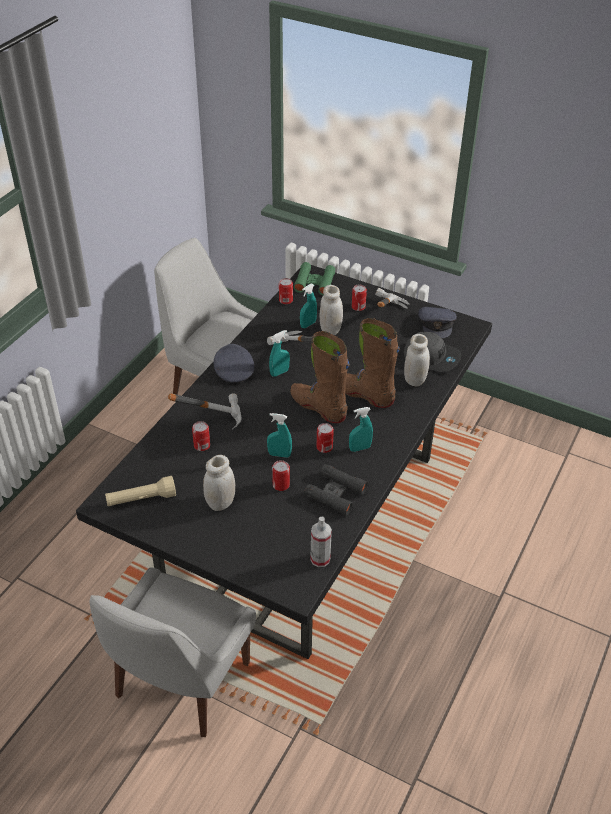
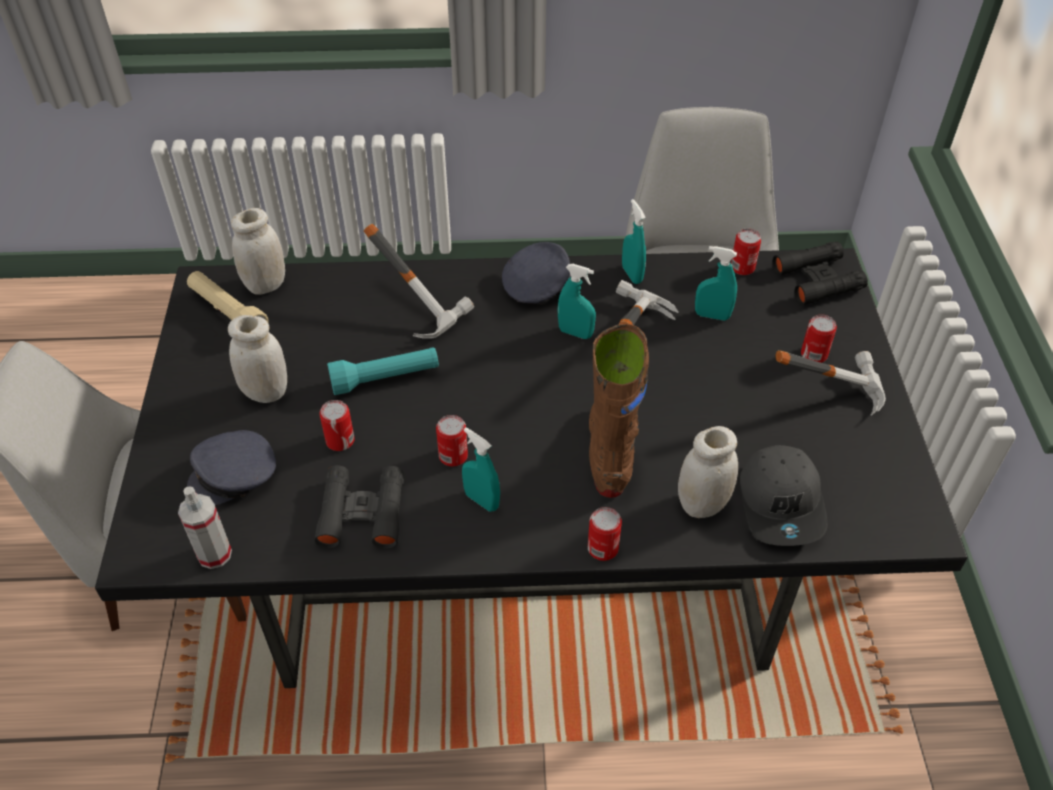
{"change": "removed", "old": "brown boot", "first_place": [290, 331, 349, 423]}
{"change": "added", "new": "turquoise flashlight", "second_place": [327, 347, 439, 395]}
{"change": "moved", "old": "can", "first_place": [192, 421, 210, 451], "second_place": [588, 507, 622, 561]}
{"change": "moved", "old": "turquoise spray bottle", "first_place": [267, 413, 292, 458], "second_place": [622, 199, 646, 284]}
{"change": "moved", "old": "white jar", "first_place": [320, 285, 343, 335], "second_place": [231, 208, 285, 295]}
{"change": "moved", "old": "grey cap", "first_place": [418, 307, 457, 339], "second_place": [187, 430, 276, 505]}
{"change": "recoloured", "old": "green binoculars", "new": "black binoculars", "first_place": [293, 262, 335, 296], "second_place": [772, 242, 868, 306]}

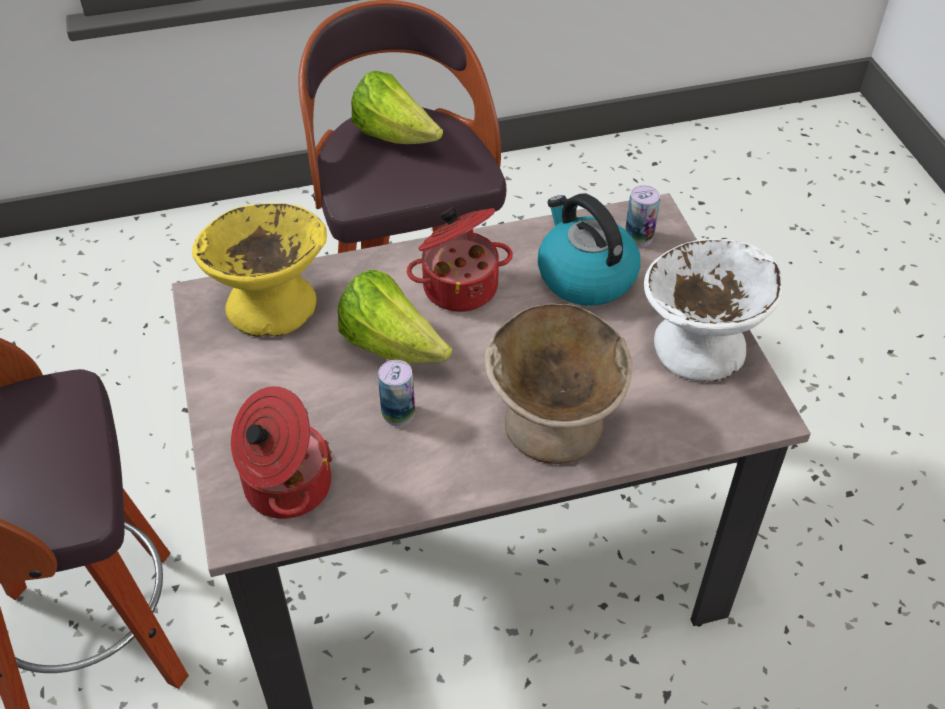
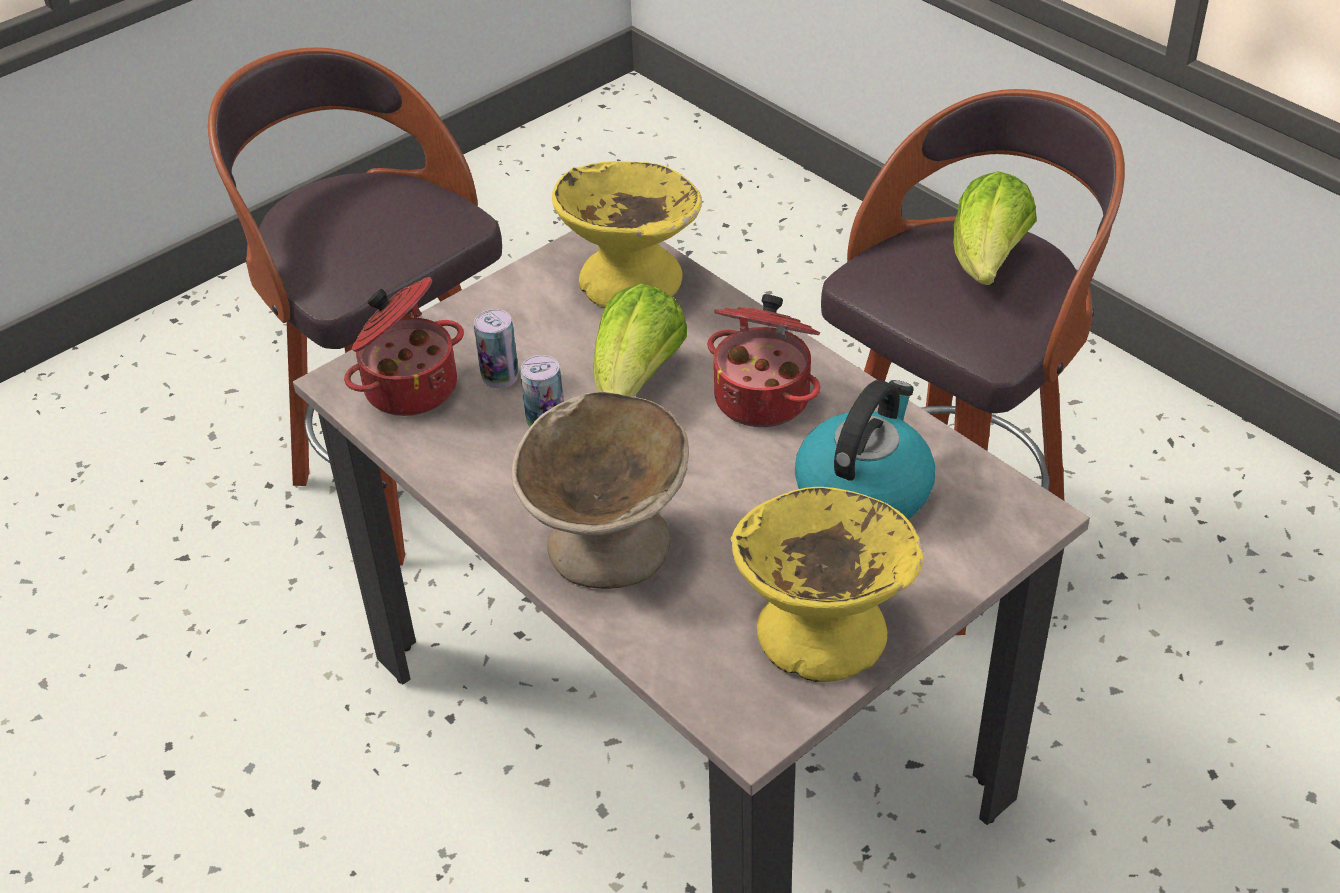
{"change": "moved", "old": "can", "first_place": [625, 185, 660, 247], "second_place": [474, 309, 518, 389]}
{"change": "recoloured", "old": "white bowl", "new": "yellow bowl", "first_place": [644, 239, 782, 382], "second_place": [731, 487, 924, 682]}

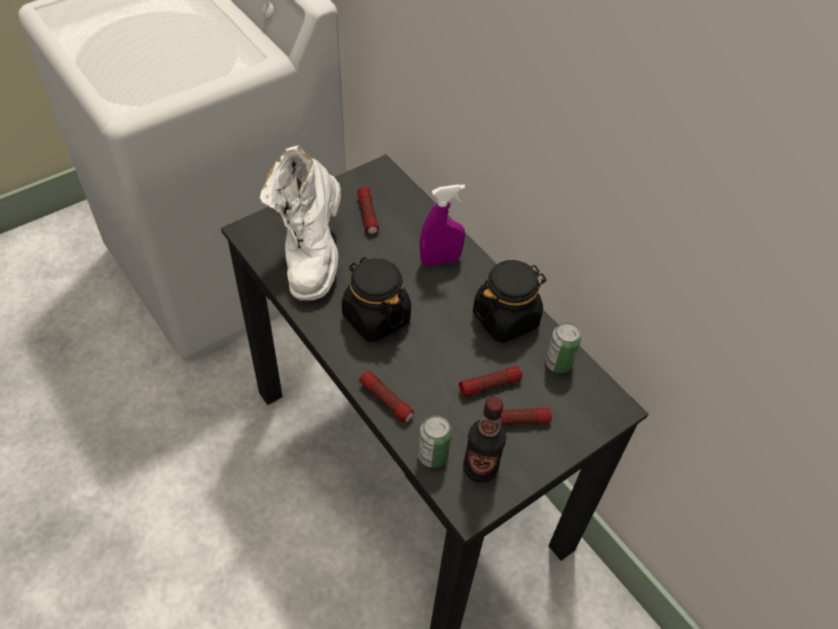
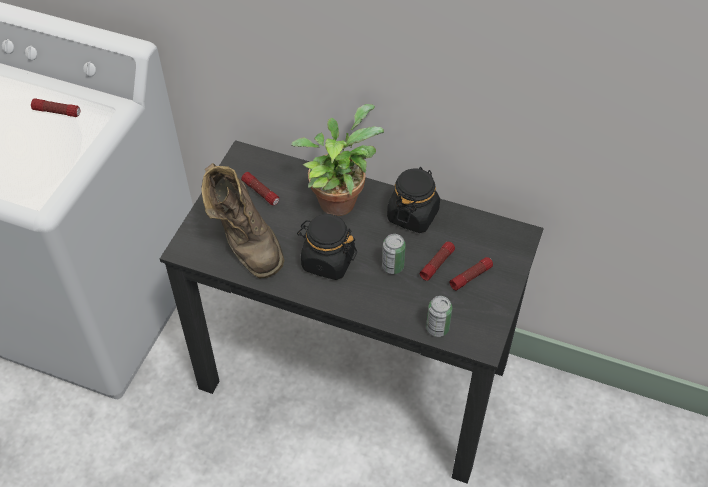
{"change": "removed", "old": "bottle", "first_place": [463, 397, 506, 483]}
{"change": "moved", "old": "flashlight", "first_place": [359, 370, 414, 422], "second_place": [31, 98, 80, 117]}
{"change": "moved", "old": "can", "first_place": [545, 322, 581, 373], "second_place": [382, 234, 406, 274]}
{"change": "replaced", "old": "purple spray bottle", "new": "potted plant", "first_place": [420, 184, 465, 266], "second_place": [291, 104, 384, 216]}
{"change": "recoloured", "old": "white boot", "new": "brown boot", "first_place": [260, 145, 341, 301], "second_place": [201, 163, 284, 279]}

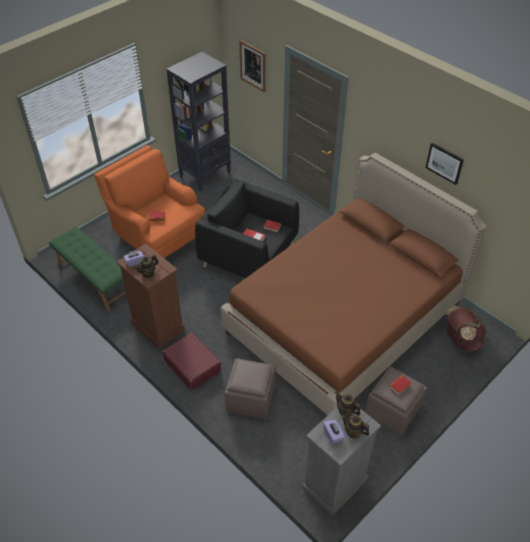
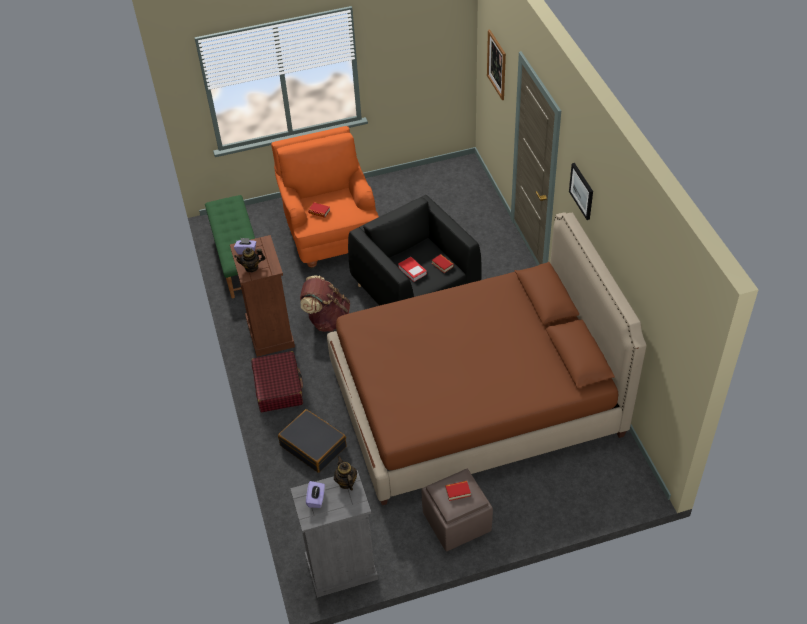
{"change": "removed", "old": "black bookcase", "first_place": [167, 52, 231, 191]}
{"change": "removed", "old": "teapot", "first_place": [341, 413, 370, 439]}
{"change": "moved", "old": "picture", "first_place": [426, 143, 464, 185], "second_place": [569, 163, 593, 220]}
{"change": "moved", "old": "brown backpack", "first_place": [443, 306, 487, 352], "second_place": [300, 276, 350, 332]}
{"change": "replaced", "old": "brown ottoman", "new": "black suitcase", "first_place": [225, 359, 276, 419], "second_place": [278, 409, 346, 473]}

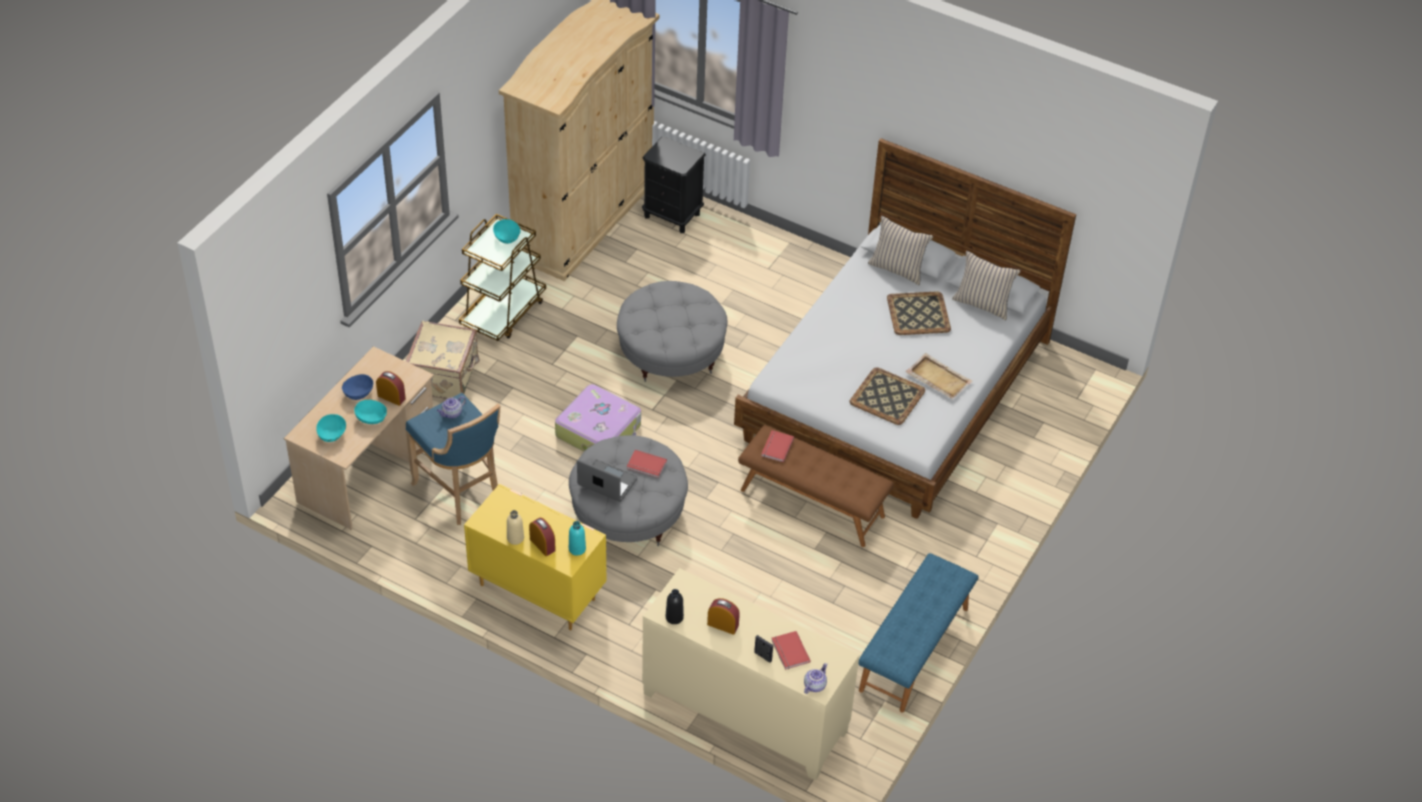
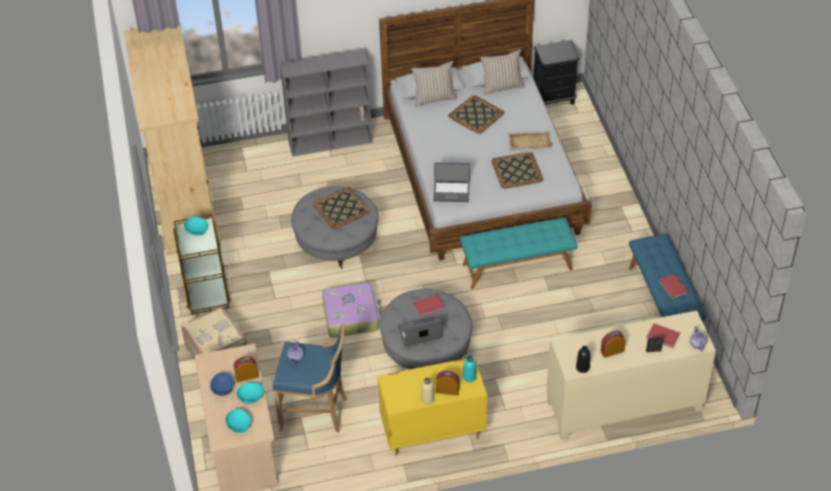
{"change": "added", "new": "grey bookcase", "second_place": [280, 50, 372, 157]}
{"change": "added", "new": "tray", "second_place": [313, 187, 370, 229]}
{"change": "added", "new": "laptop", "second_place": [433, 162, 470, 202]}
{"change": "moved", "old": "black nightstand", "first_place": [642, 136, 706, 233], "second_place": [533, 40, 580, 105]}
{"change": "moved", "old": "red book", "first_place": [761, 430, 794, 462], "second_place": [659, 274, 688, 299]}
{"change": "recoloured", "old": "brown bench", "new": "turquoise bench", "first_place": [738, 425, 894, 547], "second_place": [460, 217, 577, 289]}

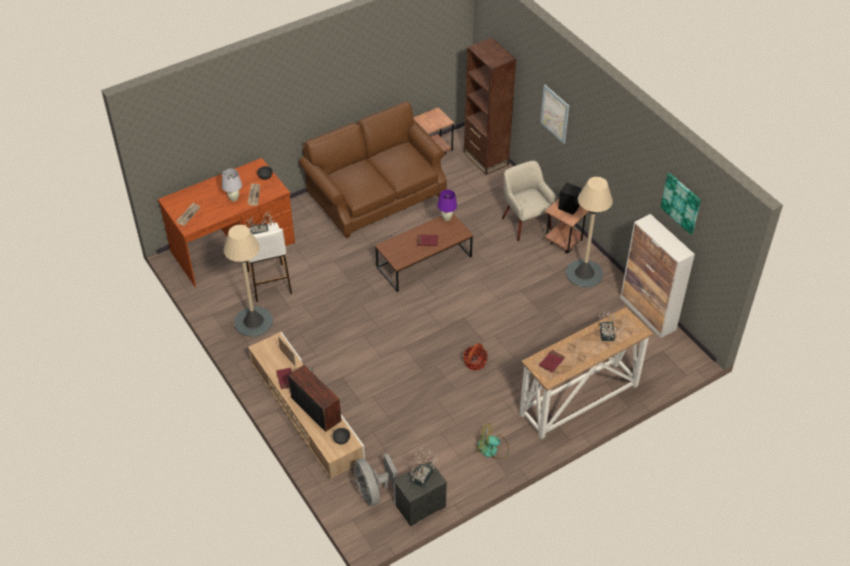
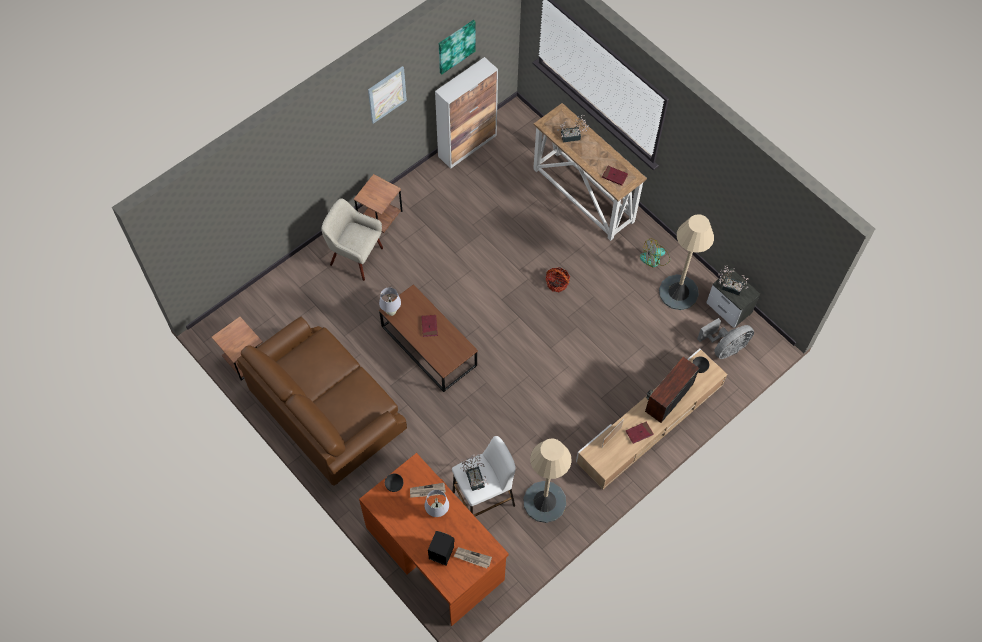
{"change": "removed", "old": "brown bookcase", "first_place": [464, 37, 516, 175]}
{"change": "moved", "old": "picture", "first_place": [540, 85, 569, 144], "second_place": [368, 66, 407, 124]}
{"change": "moved", "old": "black speaker", "first_place": [558, 183, 581, 215], "second_place": [428, 531, 454, 566]}
{"change": "moved", "old": "beige floor lamp", "first_place": [566, 177, 613, 288], "second_place": [659, 214, 714, 310]}
{"change": "recoloured", "old": "purple table lamp", "new": "white table lamp", "first_place": [437, 190, 457, 221], "second_place": [379, 287, 401, 316]}
{"change": "turned", "old": "fan", "first_place": [477, 423, 509, 459], "second_place": [640, 238, 670, 267], "degrees": 75}
{"change": "turned", "old": "beige armchair", "first_place": [502, 161, 557, 241], "second_place": [321, 199, 383, 281], "degrees": 60}

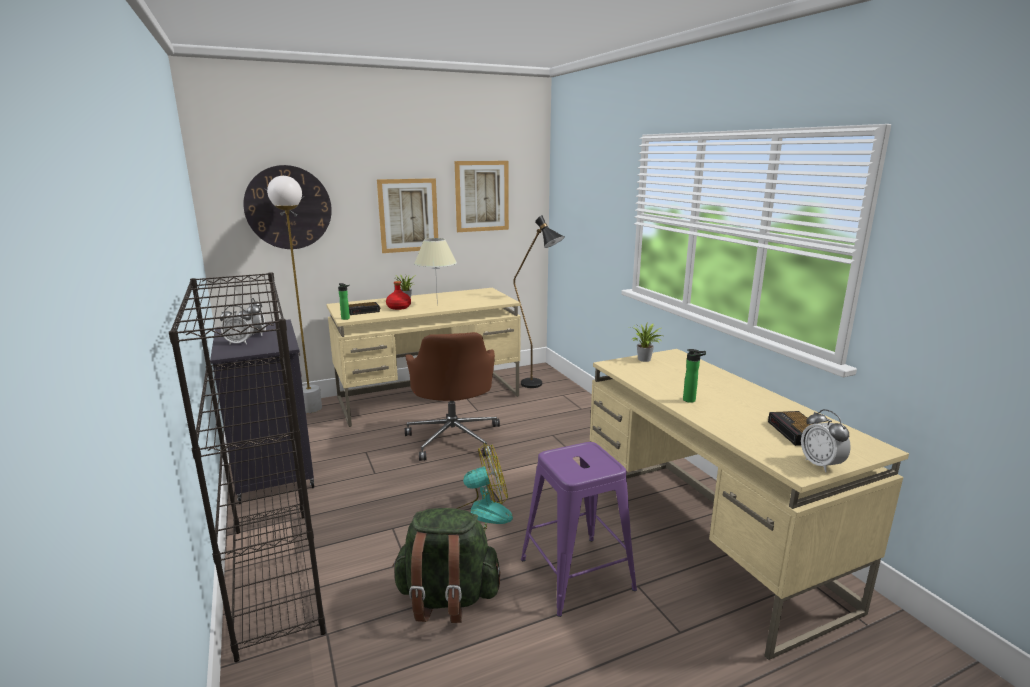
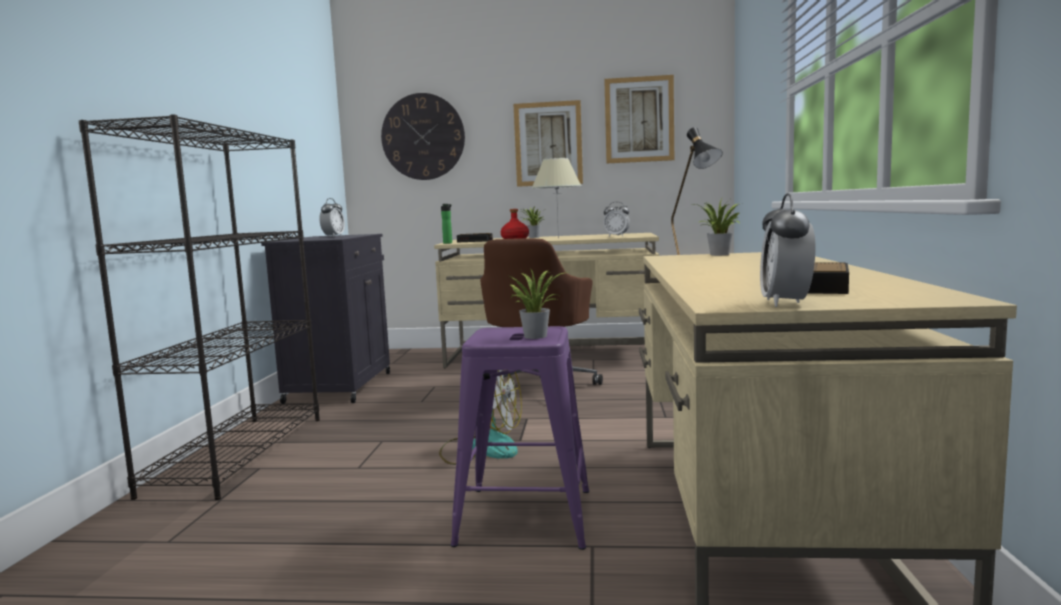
{"change": "removed", "old": "white floor lamp", "first_place": [267, 176, 322, 413]}
{"change": "removed", "old": "green backpack", "first_place": [392, 508, 501, 623]}
{"change": "removed", "old": "bottle", "first_place": [683, 349, 706, 403]}
{"change": "added", "new": "potted plant", "second_place": [507, 268, 569, 339]}
{"change": "moved", "old": "alarm clock", "first_place": [220, 306, 254, 345], "second_place": [604, 202, 630, 236]}

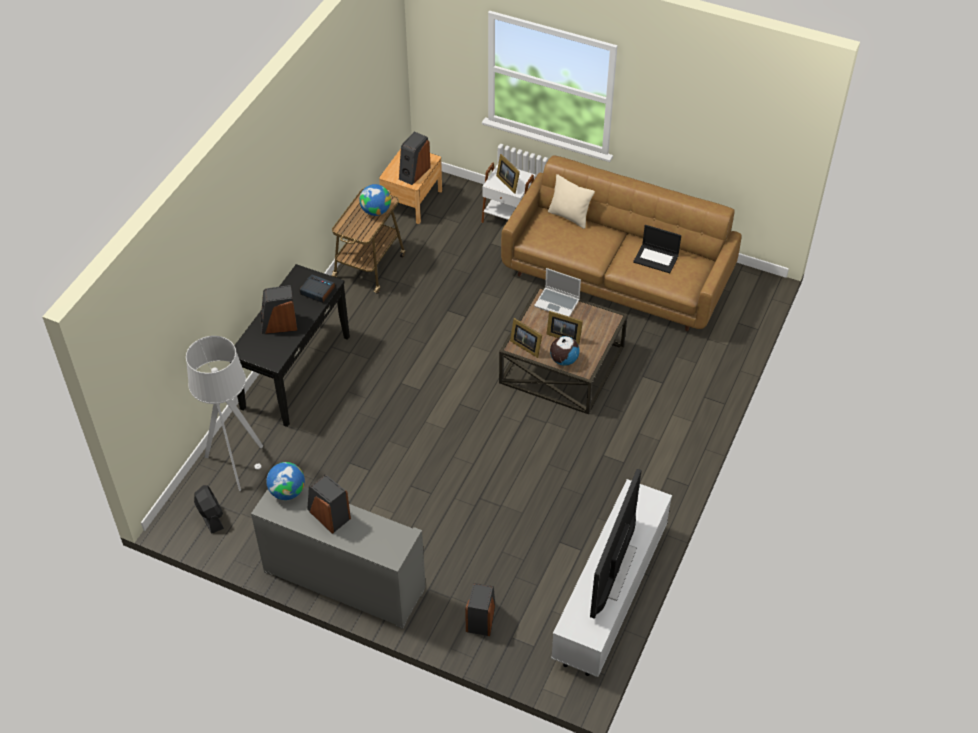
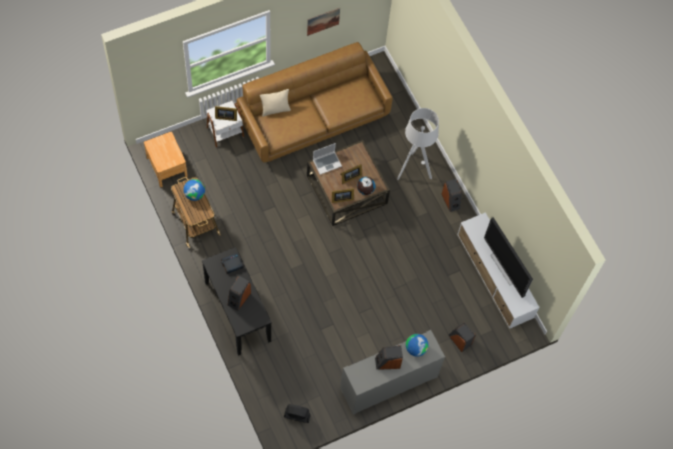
{"change": "removed", "old": "laptop", "first_place": [633, 225, 681, 273]}
{"change": "added", "new": "picture", "second_place": [307, 8, 340, 36]}
{"change": "moved", "old": "grey floor lamp", "first_place": [186, 336, 263, 491], "second_place": [397, 108, 439, 180]}
{"change": "moved", "old": "globe", "first_place": [266, 462, 305, 500], "second_place": [406, 334, 428, 357]}
{"change": "moved", "old": "speaker", "first_place": [399, 132, 431, 185], "second_place": [442, 179, 462, 212]}

